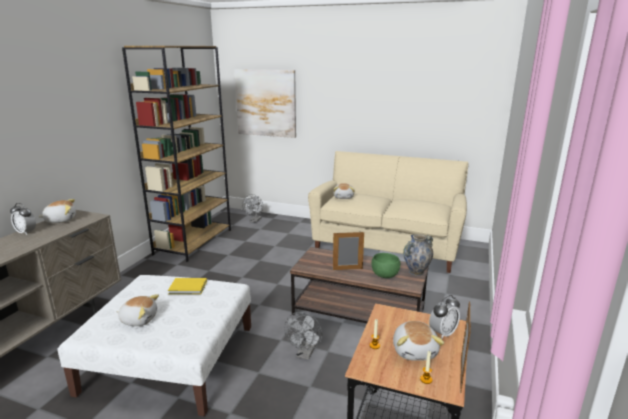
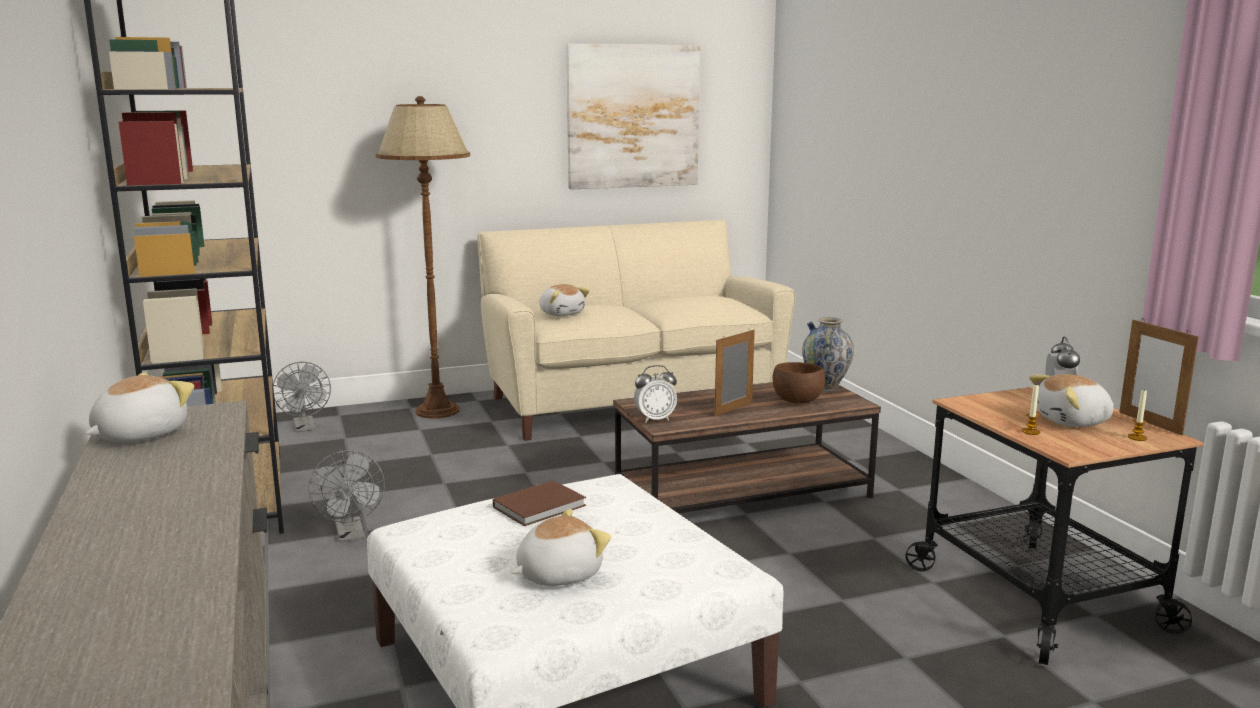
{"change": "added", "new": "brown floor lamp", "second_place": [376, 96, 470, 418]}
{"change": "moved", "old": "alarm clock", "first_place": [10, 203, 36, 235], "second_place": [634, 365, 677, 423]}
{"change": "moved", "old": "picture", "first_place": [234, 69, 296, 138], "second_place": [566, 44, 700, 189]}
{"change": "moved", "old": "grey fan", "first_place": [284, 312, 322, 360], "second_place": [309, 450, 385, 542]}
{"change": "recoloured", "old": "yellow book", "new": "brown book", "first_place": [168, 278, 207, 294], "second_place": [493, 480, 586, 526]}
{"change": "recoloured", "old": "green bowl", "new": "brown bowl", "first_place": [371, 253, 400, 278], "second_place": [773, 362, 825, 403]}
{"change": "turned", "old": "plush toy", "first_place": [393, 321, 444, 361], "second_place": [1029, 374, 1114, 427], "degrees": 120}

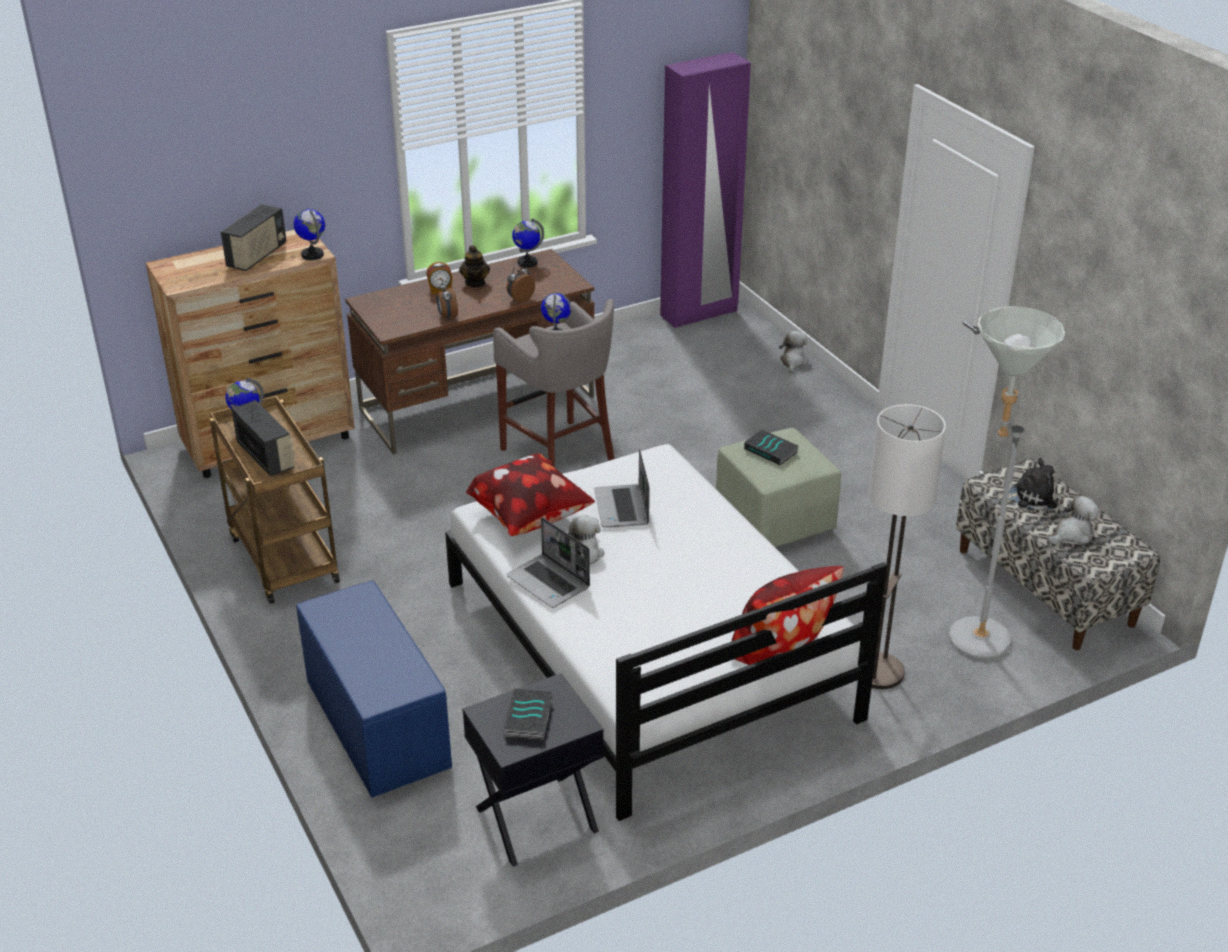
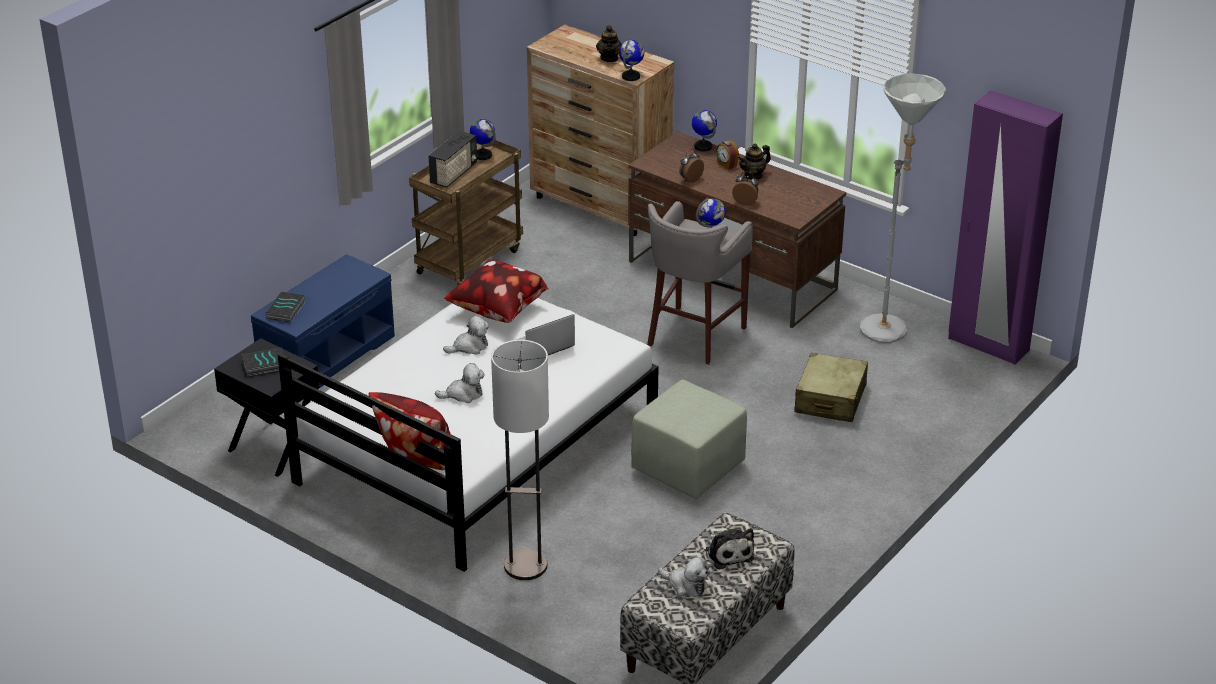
{"change": "removed", "old": "laptop", "first_place": [506, 517, 590, 608]}
{"change": "added", "new": "beige suitcase", "second_place": [794, 353, 868, 422]}
{"change": "moved", "old": "globe", "first_place": [512, 218, 544, 268], "second_place": [692, 110, 717, 151]}
{"change": "moved", "old": "book", "first_place": [744, 429, 798, 465], "second_place": [266, 292, 306, 322]}
{"change": "moved", "old": "plush toy", "first_place": [779, 331, 808, 374], "second_place": [435, 363, 485, 403]}
{"change": "moved", "old": "grey floor lamp", "first_place": [949, 306, 1065, 660], "second_place": [860, 73, 946, 343]}
{"change": "replaced", "old": "radio", "new": "teapot", "first_place": [221, 204, 286, 271], "second_place": [596, 25, 622, 62]}

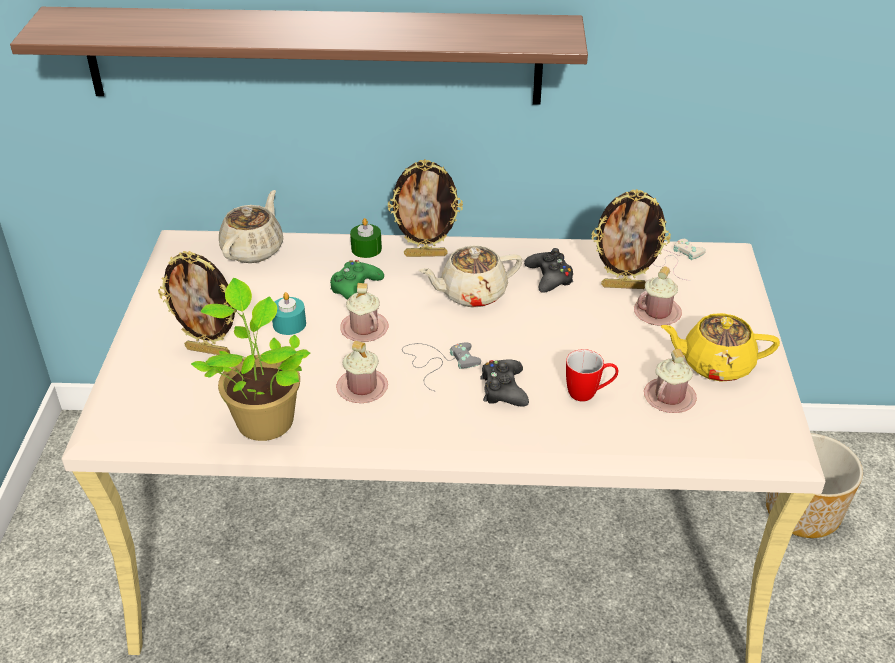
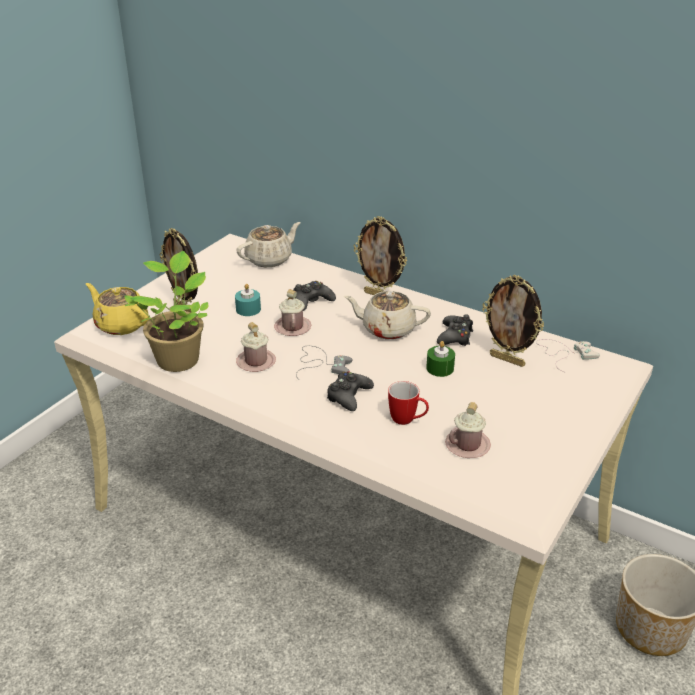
{"change": "removed", "old": "shelf", "first_place": [10, 7, 588, 105]}
{"change": "removed", "old": "pink mug", "first_place": [634, 266, 682, 326]}
{"change": "moved", "old": "green candle", "first_place": [350, 218, 382, 258], "second_place": [426, 341, 455, 377]}
{"change": "moved", "old": "yellow teapot", "first_place": [660, 313, 780, 381], "second_place": [86, 283, 149, 335]}
{"change": "recoloured", "old": "green game controller", "new": "black game controller", "first_place": [330, 260, 384, 300], "second_place": [293, 281, 336, 311]}

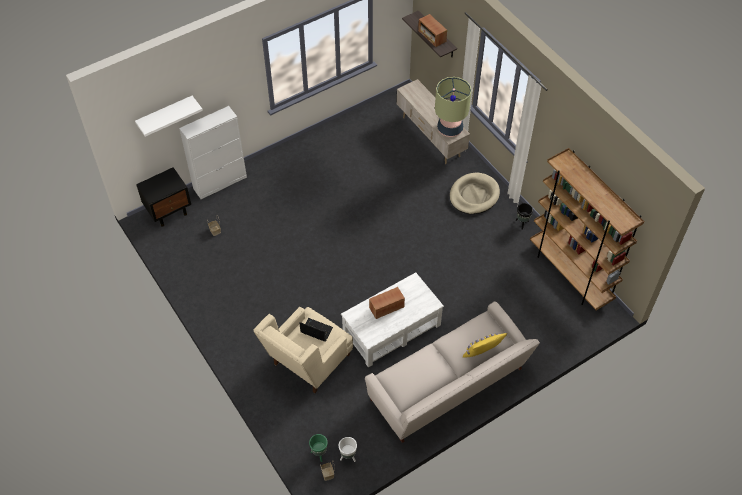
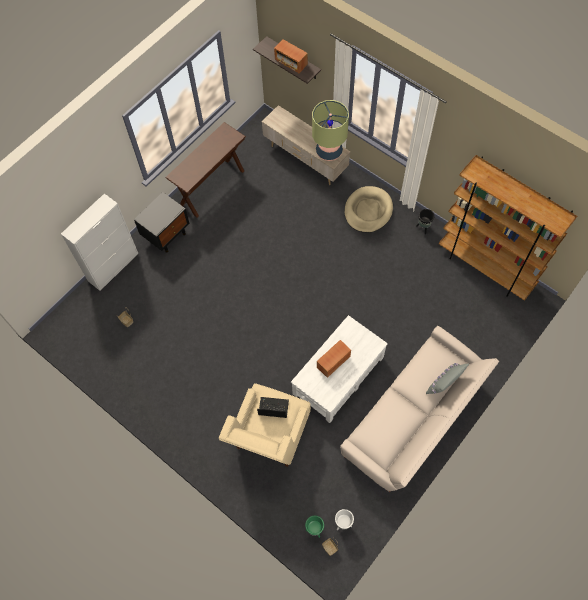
{"change": "removed", "old": "white shelf", "first_place": [135, 96, 203, 137]}
{"change": "added", "new": "brown console table", "second_place": [165, 122, 246, 218]}
{"change": "moved", "old": "black nightstand", "first_place": [136, 167, 191, 227], "second_place": [134, 192, 190, 253]}
{"change": "recoloured", "old": "yellow pillow", "new": "grey pillow", "first_place": [463, 333, 507, 357], "second_place": [426, 363, 469, 394]}

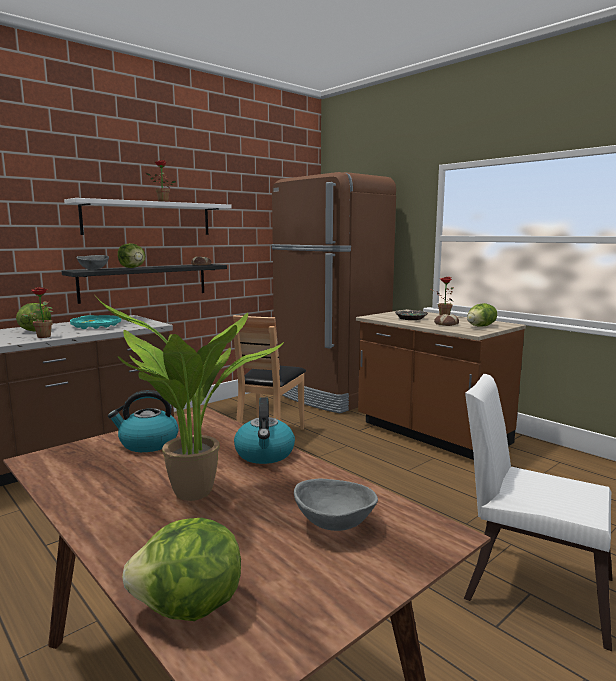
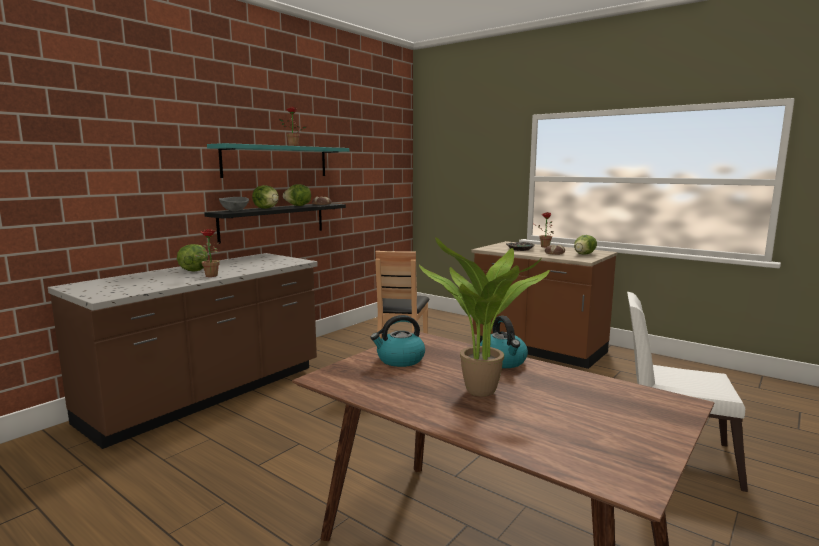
{"change": "removed", "old": "turquoise tray", "first_place": [70, 315, 121, 329]}
{"change": "removed", "old": "brown fridge", "first_place": [272, 172, 396, 413]}
{"change": "removed", "old": "grey bowl", "first_place": [294, 479, 378, 531]}
{"change": "moved", "old": "lettuce", "first_place": [122, 518, 241, 621], "second_place": [283, 184, 311, 206]}
{"change": "recoloured", "old": "white shelf", "new": "turquoise shelf", "first_place": [64, 198, 232, 235], "second_place": [207, 143, 349, 178]}

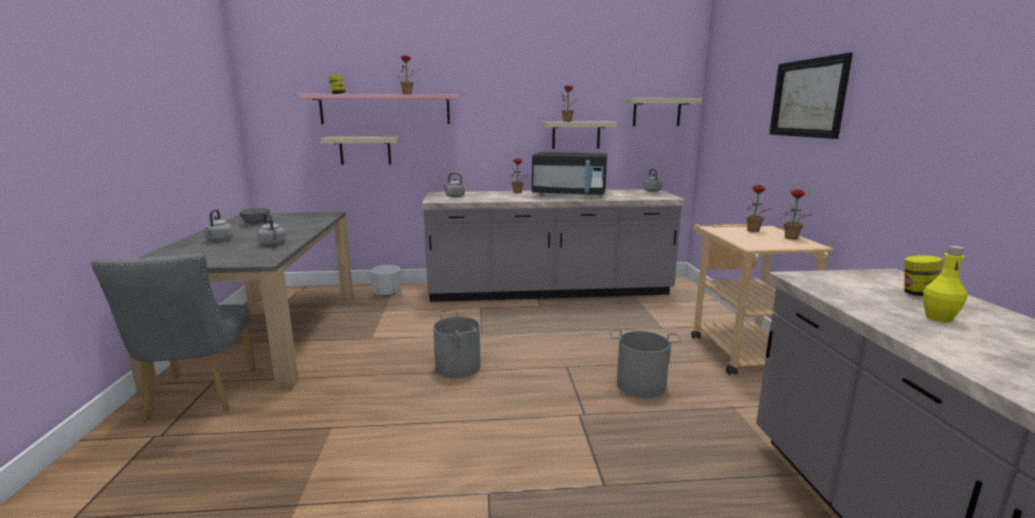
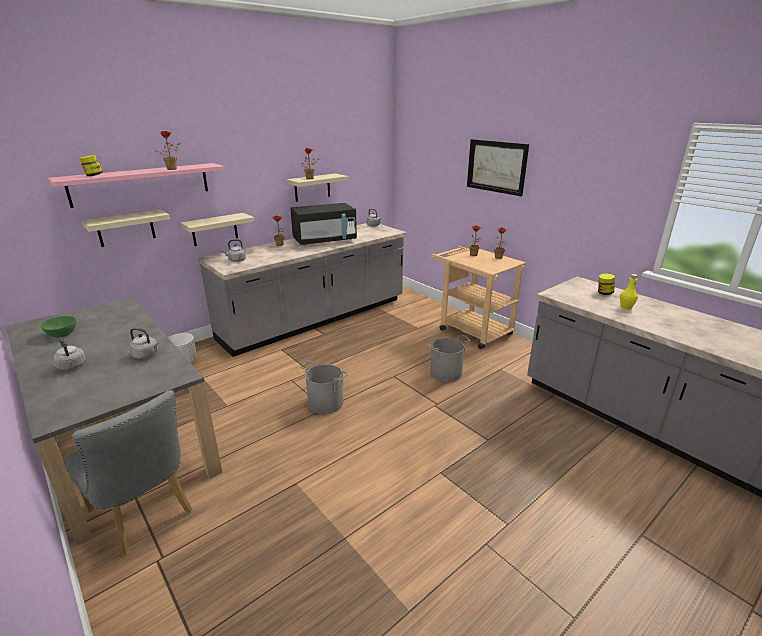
{"change": "moved", "old": "beige shelf", "first_place": [624, 98, 702, 126], "second_place": [180, 213, 254, 246]}
{"change": "recoloured", "old": "grey bowl", "new": "green bowl", "first_place": [239, 208, 270, 224], "second_place": [41, 316, 76, 338]}

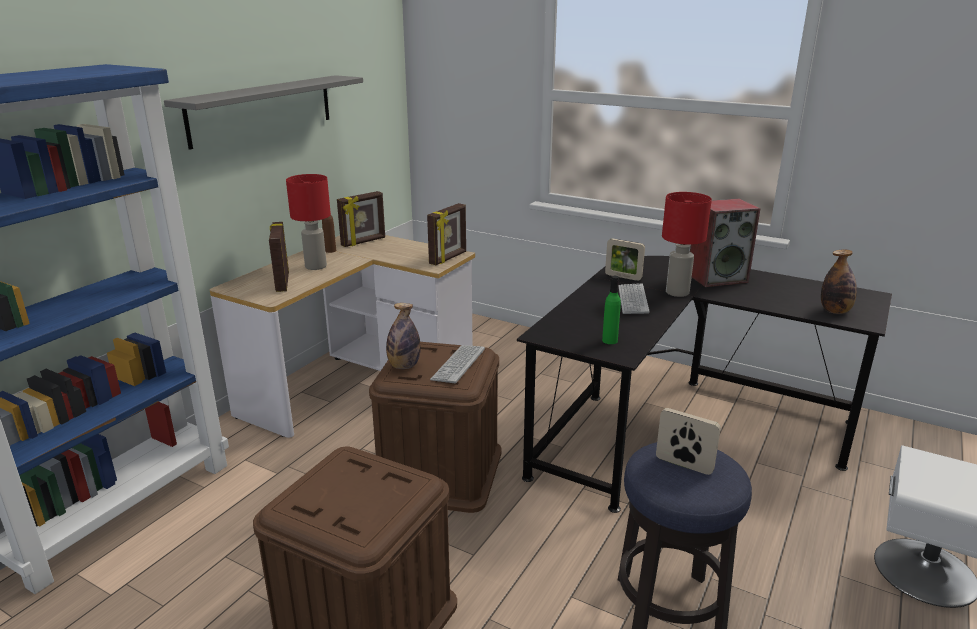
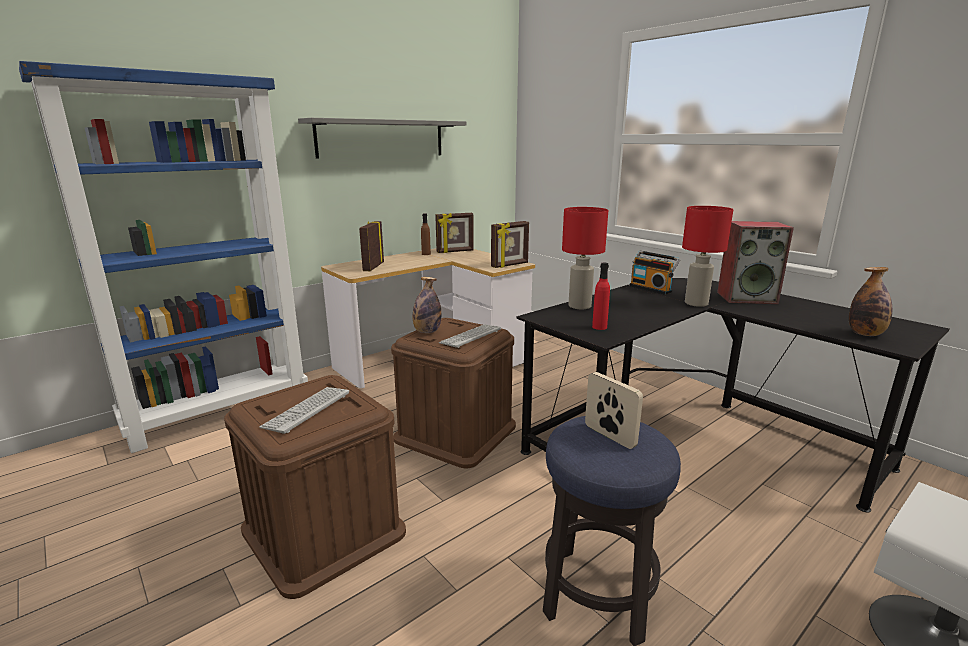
{"change": "moved", "old": "red table lamp", "first_place": [286, 174, 331, 270], "second_place": [562, 207, 608, 309]}
{"change": "moved", "old": "keyboard", "first_place": [618, 283, 650, 314], "second_place": [259, 387, 349, 434]}
{"change": "replaced", "old": "picture frame", "new": "radio", "first_place": [605, 238, 645, 281], "second_place": [630, 251, 680, 295]}
{"change": "recoloured", "old": "green bottle", "new": "red bottle", "first_place": [602, 276, 621, 344], "second_place": [592, 262, 610, 330]}

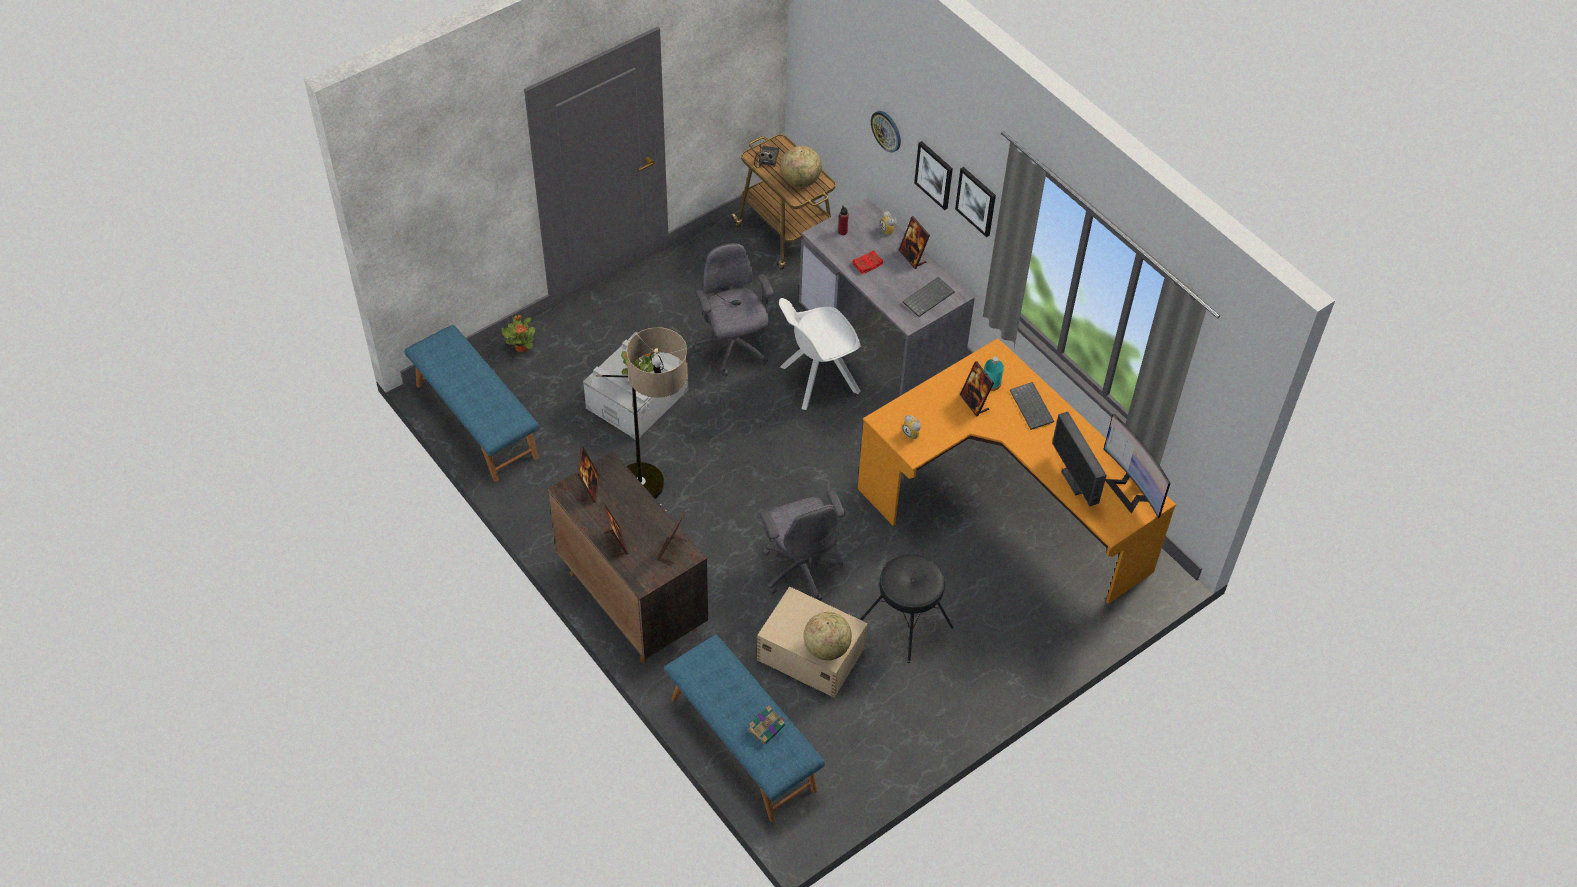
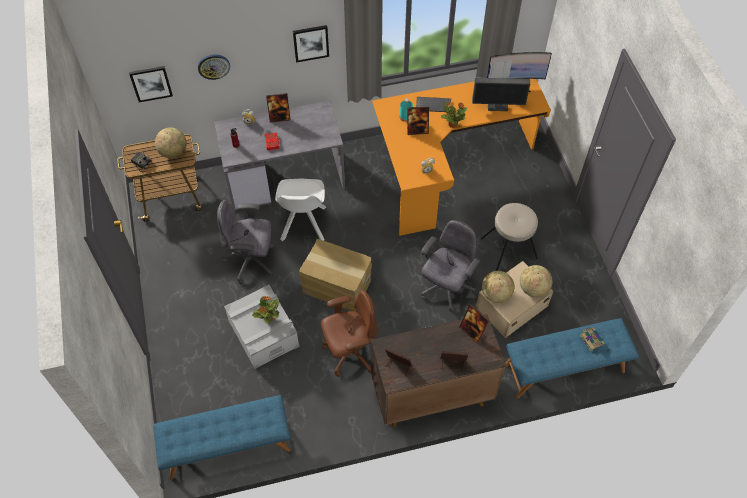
{"change": "removed", "old": "keyboard", "first_place": [903, 277, 955, 317]}
{"change": "added", "new": "cardboard box", "second_place": [299, 239, 372, 312]}
{"change": "added", "new": "globe", "second_place": [482, 271, 515, 303]}
{"change": "moved", "old": "potted plant", "first_place": [501, 315, 535, 353], "second_place": [441, 102, 467, 128]}
{"change": "moved", "old": "picture", "first_place": [914, 141, 953, 210], "second_place": [129, 66, 173, 102]}
{"change": "replaced", "old": "floor lamp", "new": "brown office chair", "first_place": [596, 327, 688, 499], "second_place": [321, 290, 378, 377]}
{"change": "recoloured", "old": "black stool", "new": "beige stool", "first_place": [861, 554, 954, 664], "second_place": [481, 203, 538, 271]}
{"change": "turned", "old": "grey office chair", "first_place": [760, 489, 845, 601], "second_place": [421, 220, 480, 313], "degrees": -60}

